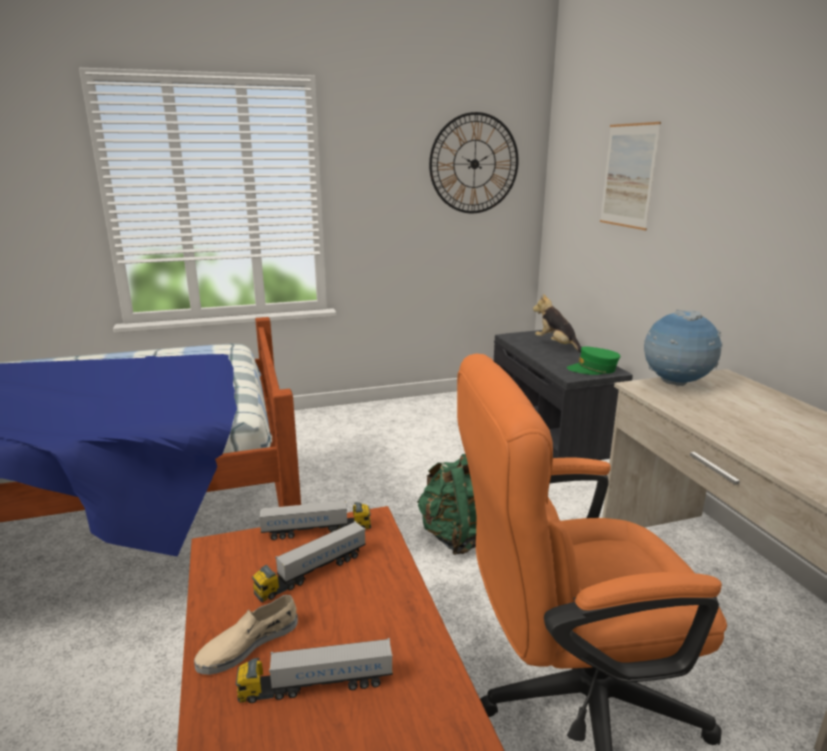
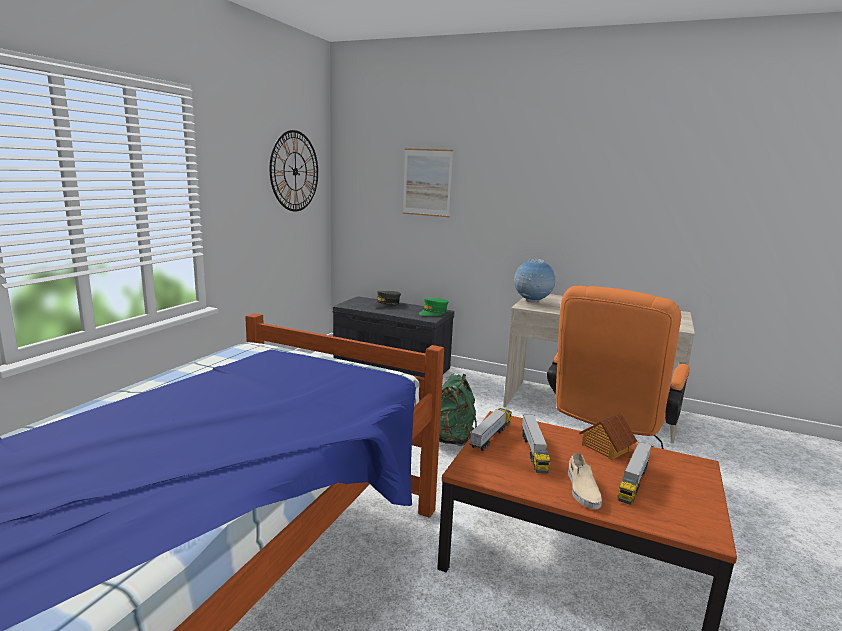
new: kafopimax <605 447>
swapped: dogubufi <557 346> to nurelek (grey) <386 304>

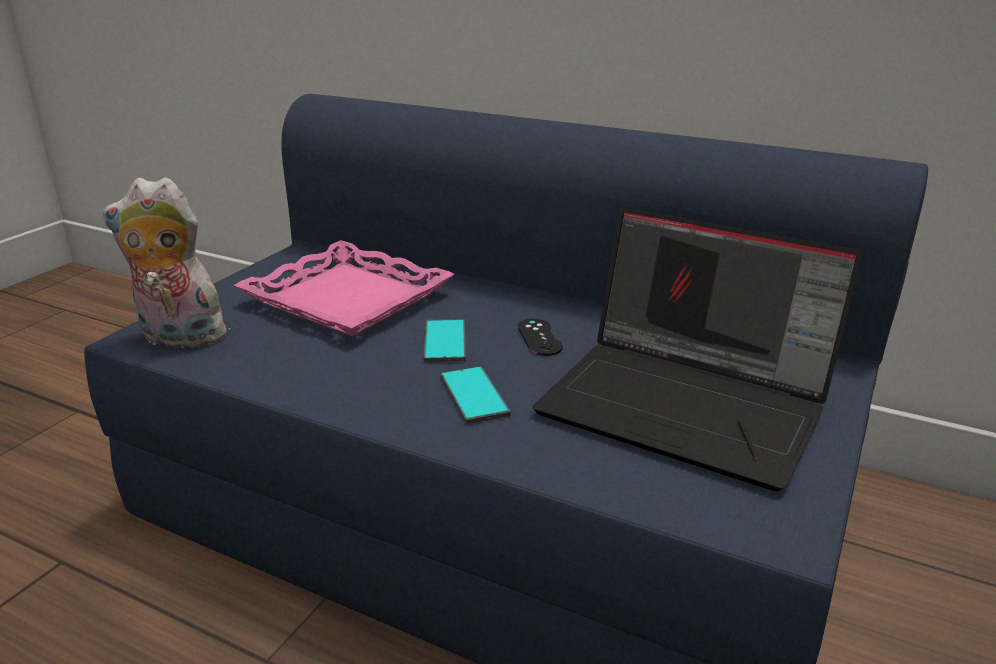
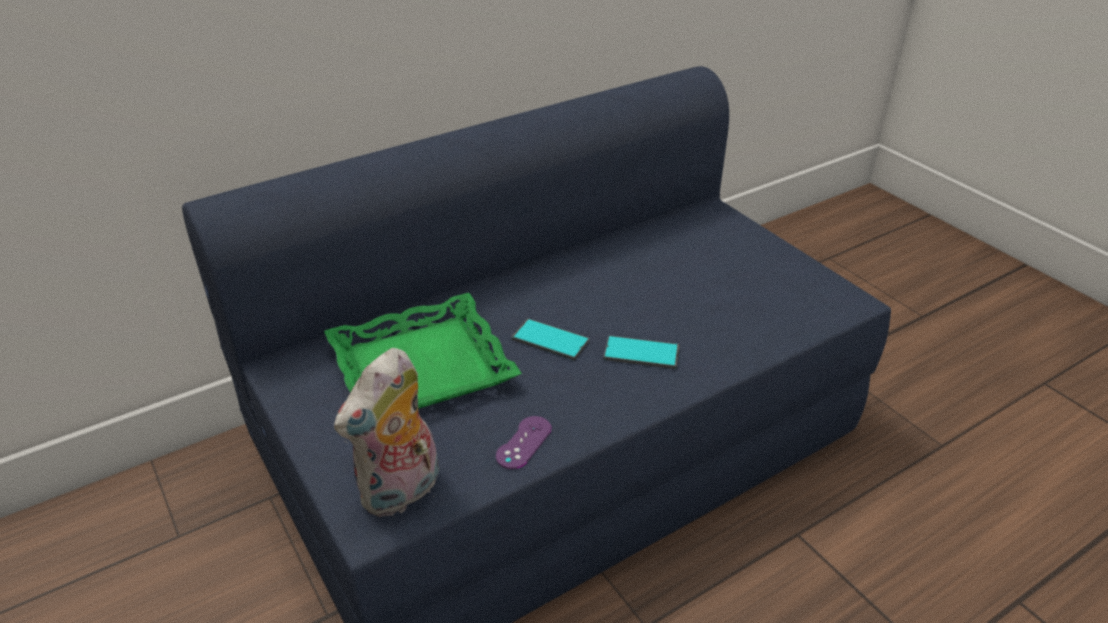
gone: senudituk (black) <539 337>; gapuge <689 404>
new: senudituk (purple) <523 442>
repainted: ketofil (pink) <349 298> to ketofil (green) <421 366>

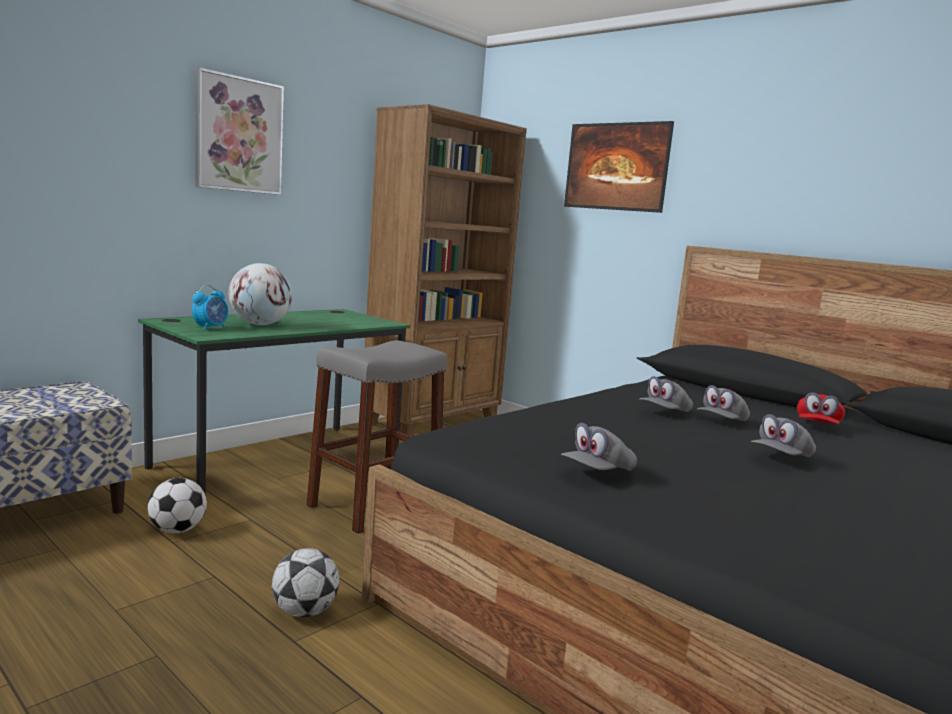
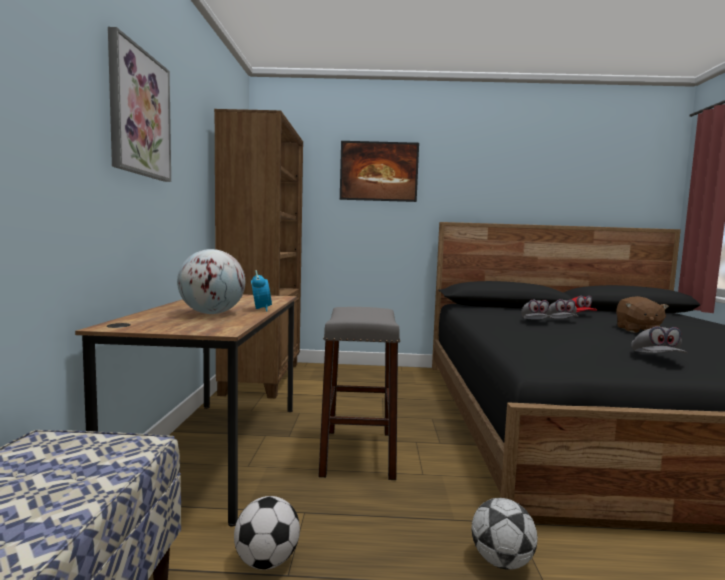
shifted: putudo <210 328> to <261 309>
swapped: nurelek (grey) <781 458> to dogubufi (brown) <637 330>
repainted: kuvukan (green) <279 461> to kuvukan (brown) <216 450>

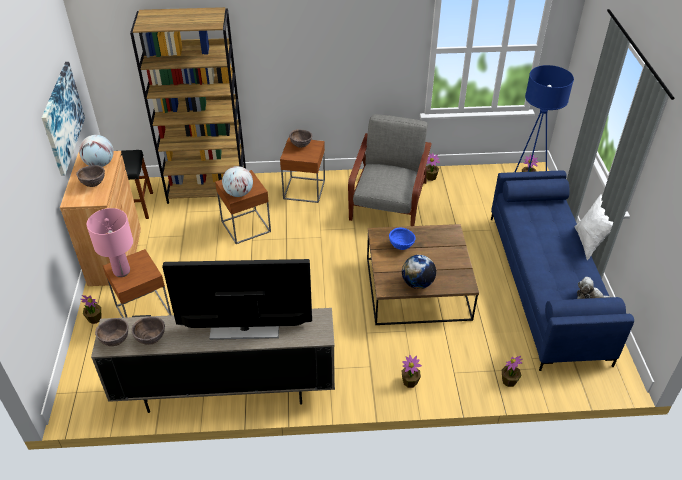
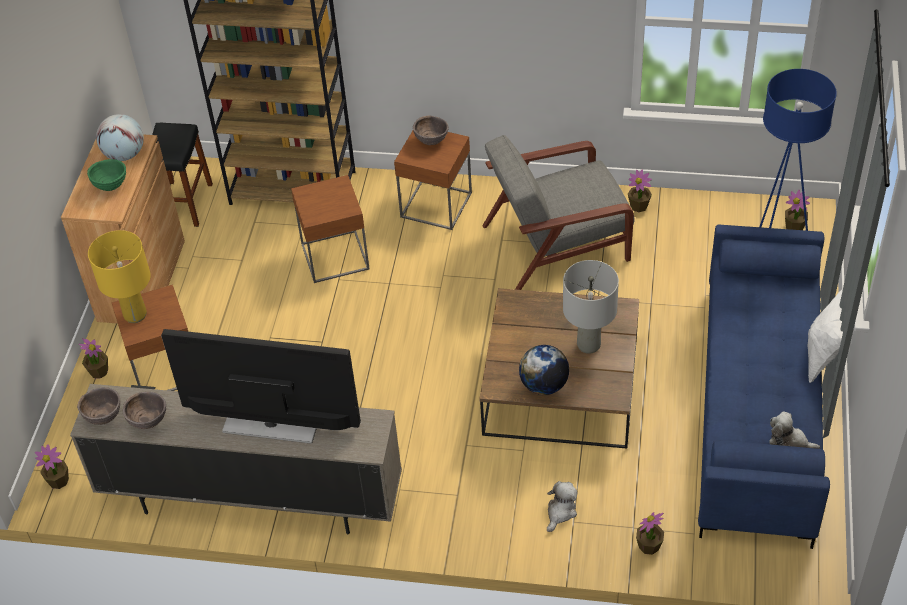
gone: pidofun <62 117>; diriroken <239 193>; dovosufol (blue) <401 247>
new: dogubufi <560 512>; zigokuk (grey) <588 345>
shifted: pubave <410 382> to <59 481>
repainted: dovosufol (brown) <94 184> to dovosufol (green) <111 186>; zigokuk (pink) <121 272> to zigokuk (yellow) <135 315>
rotated: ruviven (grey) <388 202> = <558 241> 135 degrees counterclockwise

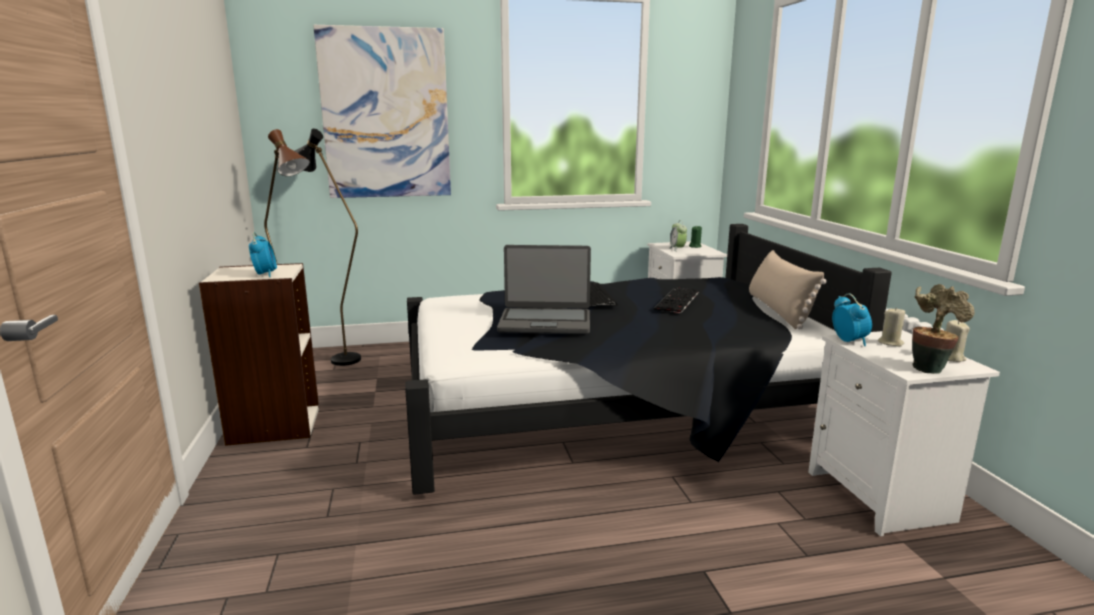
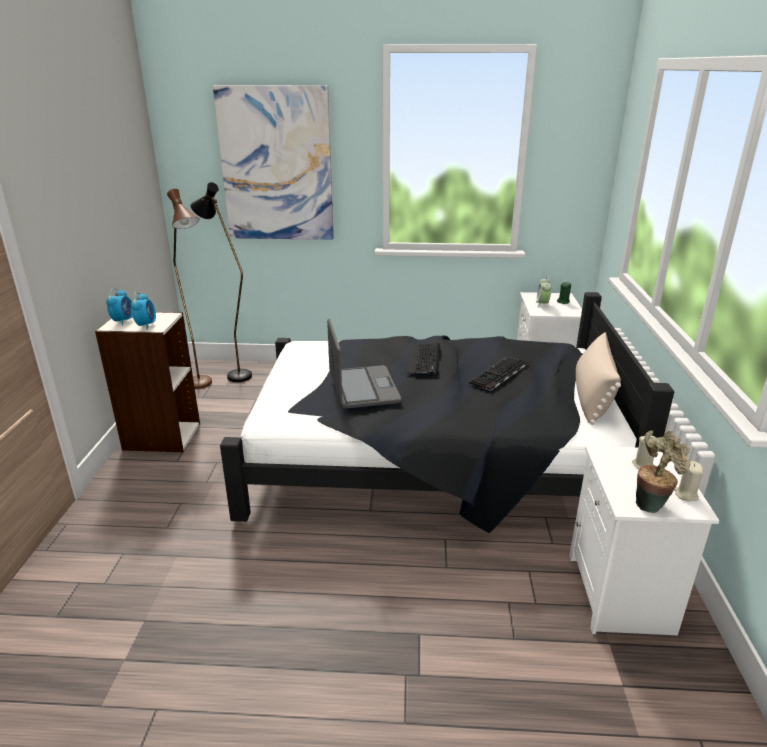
shifted: putudo <849 341> to <123 321>
rotated: gapuge <545 322> = <362 388> 120 degrees counterclockwise

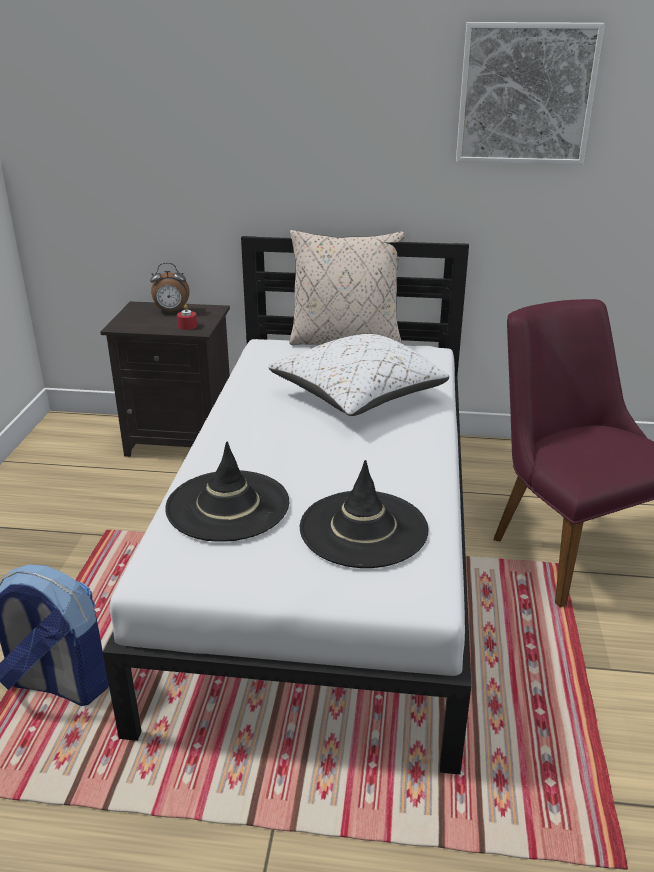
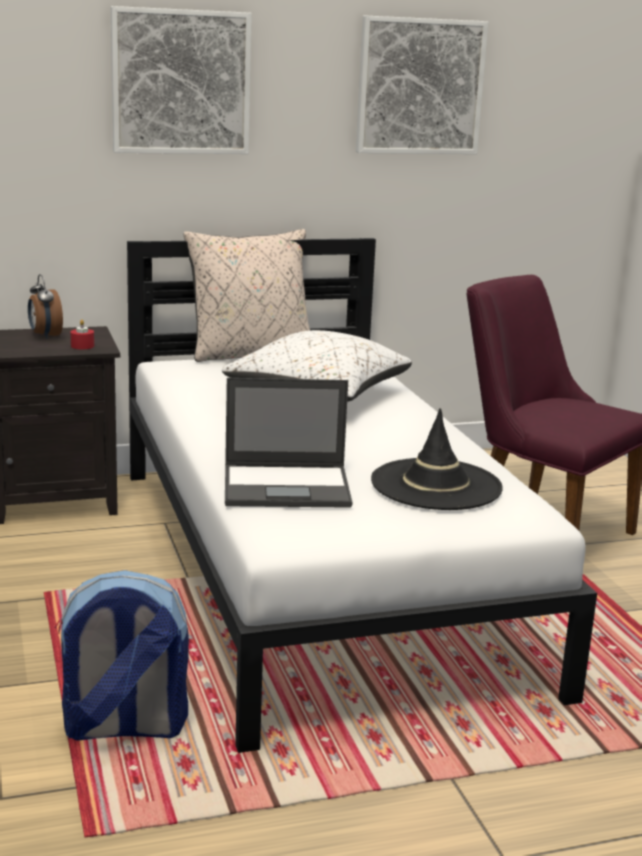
new: pidofun <180 82>
swapped: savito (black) <228 505> to gapuge <288 487>
rotated: putudo <171 311> = <45 336> 90 degrees clockwise

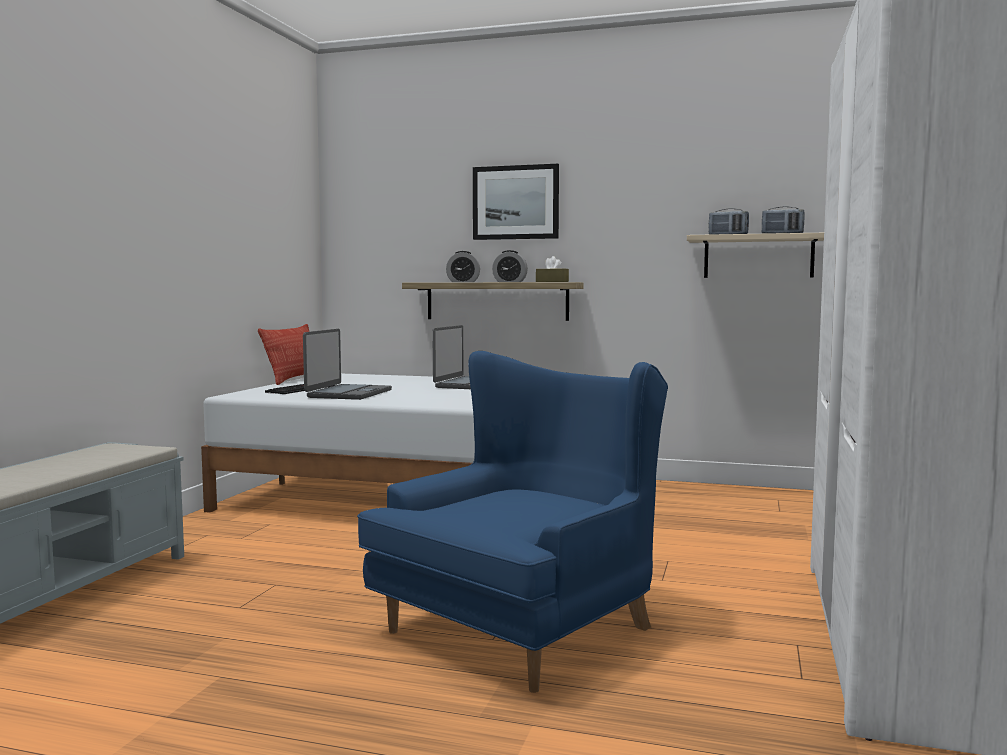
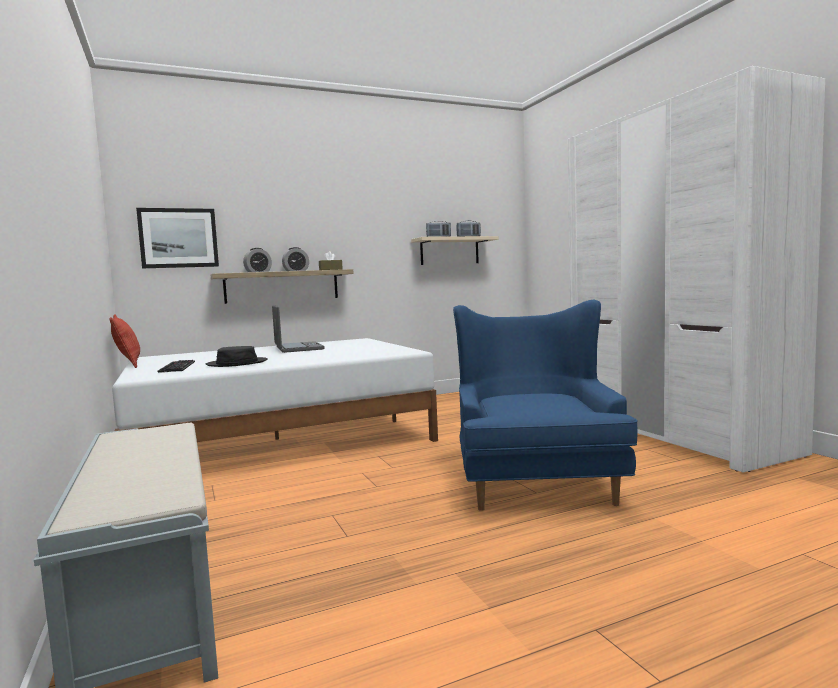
shifted: pidofun <515 202> to <178 238>
swapped: gapuge <348 394> to savito (black) <237 363>

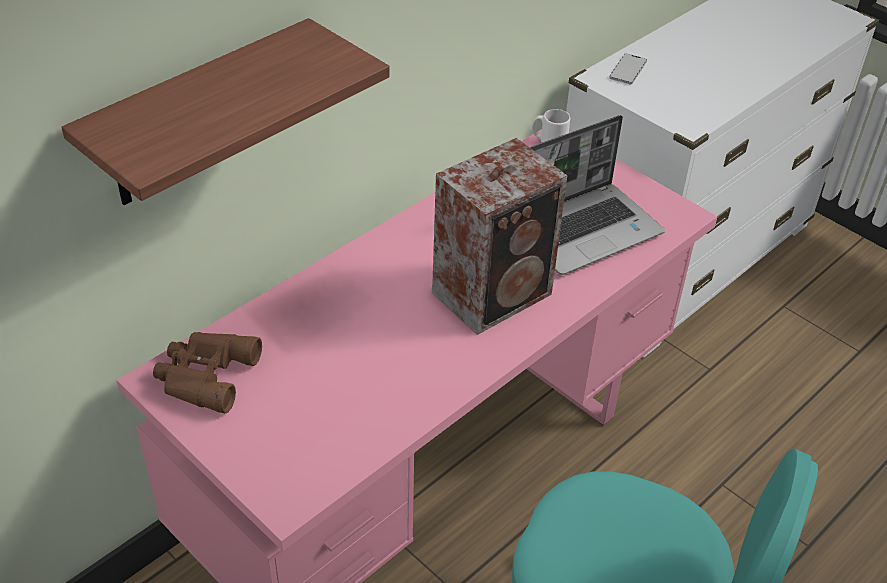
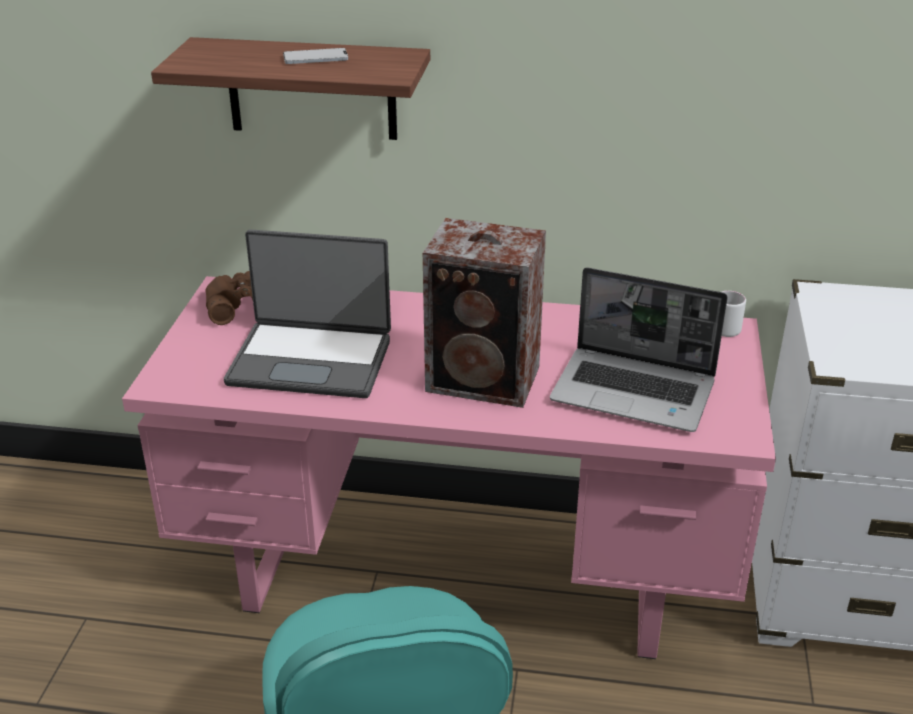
new: gapuge <311 360>
shifted: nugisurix <628 70> to <315 58>

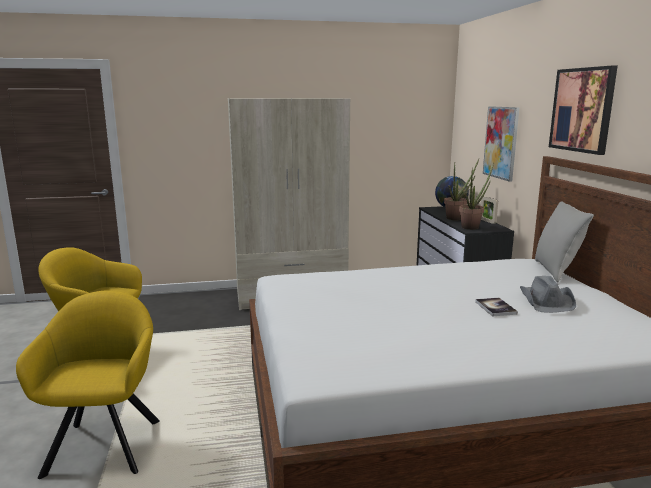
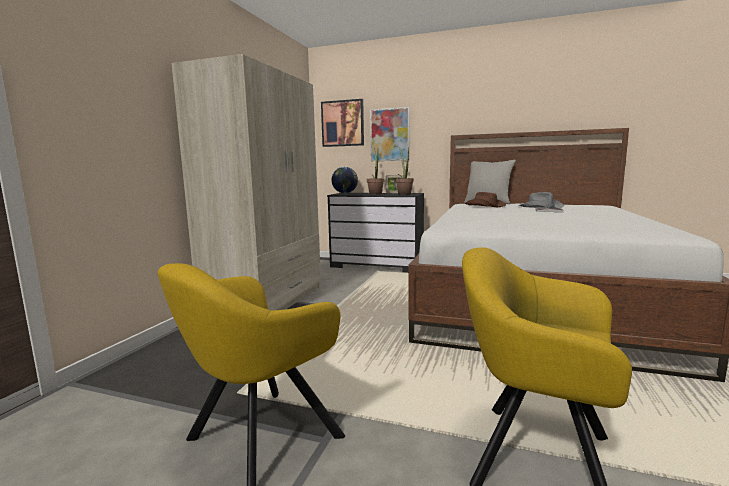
new: savito (brown) <485 206>
shifted: pidofun <582 110> to <342 123>

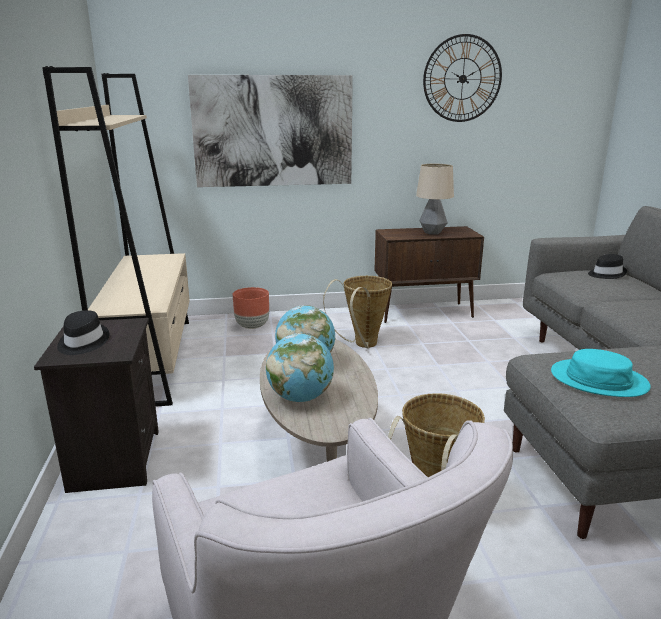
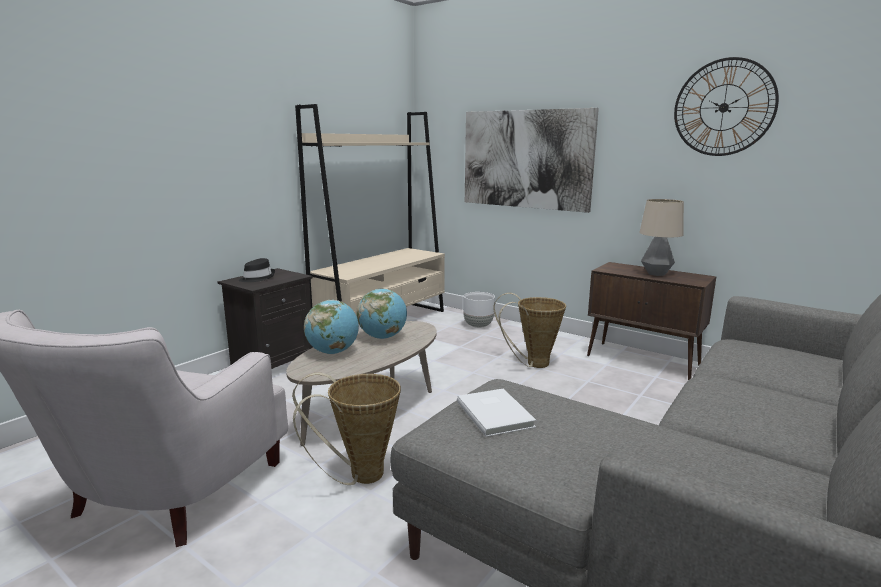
gone: savito (black) <606 274>
swapped: savito (turquoise) <598 380> to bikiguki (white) <496 413>
repainted: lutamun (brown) <252 326> to lutamun (white) <478 326>

